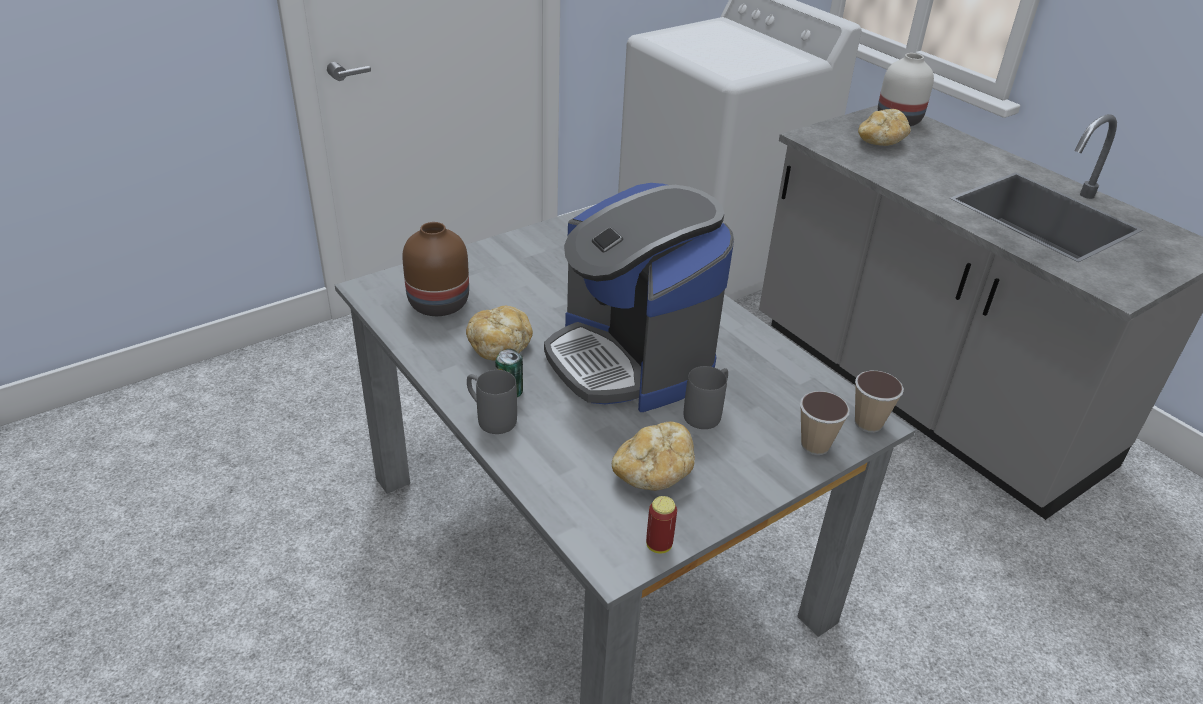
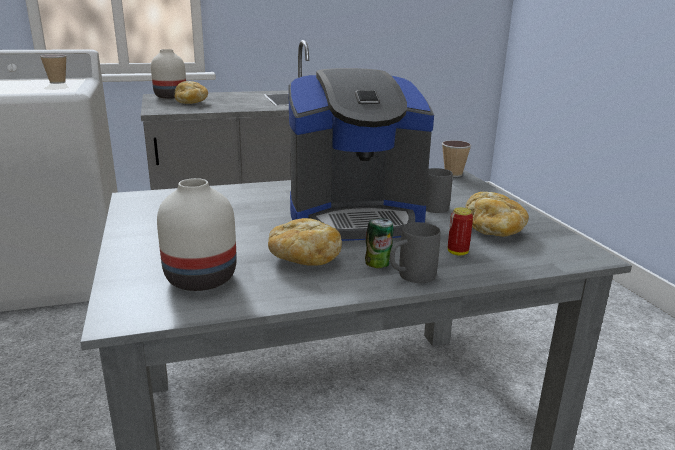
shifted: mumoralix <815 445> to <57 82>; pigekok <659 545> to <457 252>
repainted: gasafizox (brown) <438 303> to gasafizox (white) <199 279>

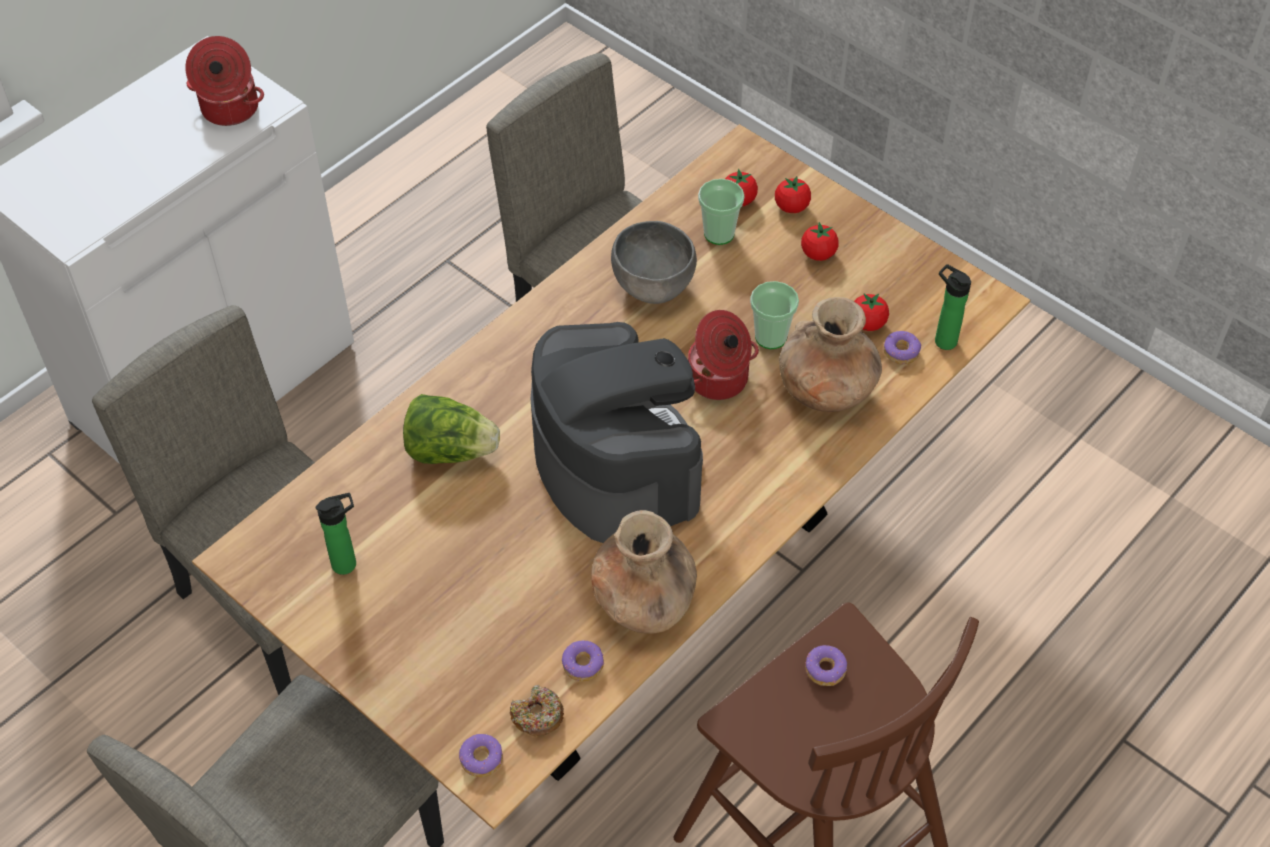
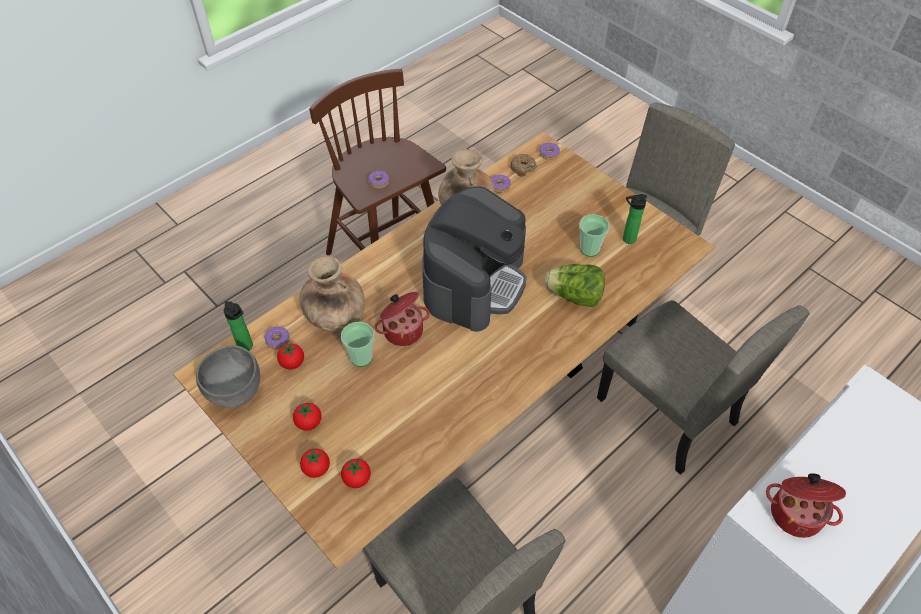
shifted: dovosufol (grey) <653 288> to <235 391>; mumoralix <719 234> to <589 249>
rotated: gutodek <615 464> = <474 282> 135 degrees counterclockwise

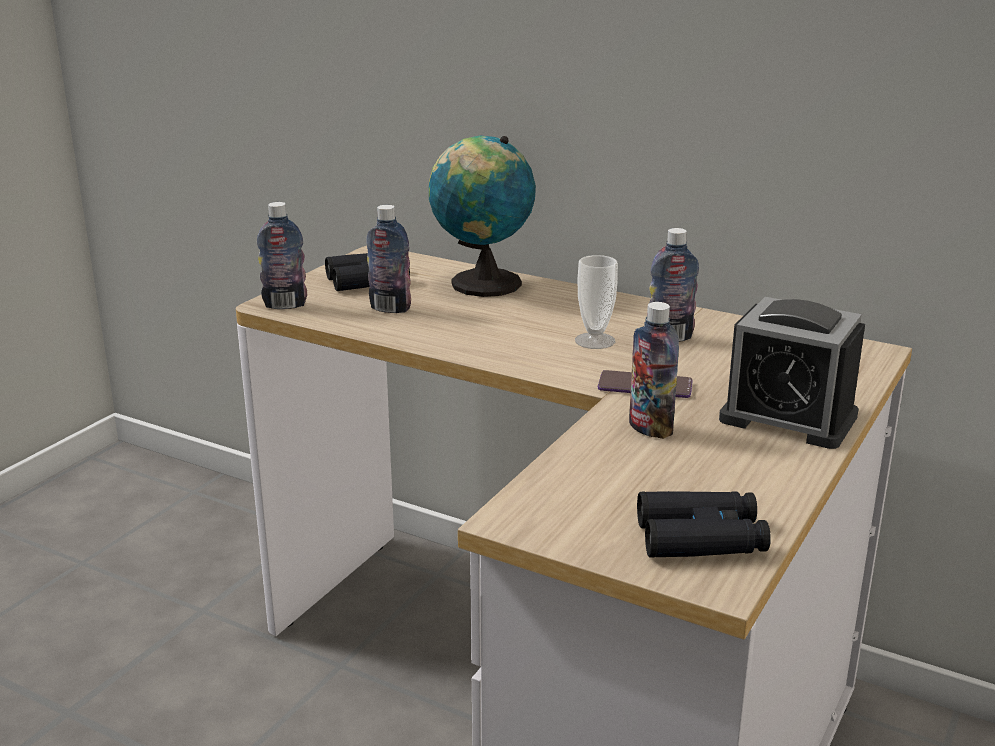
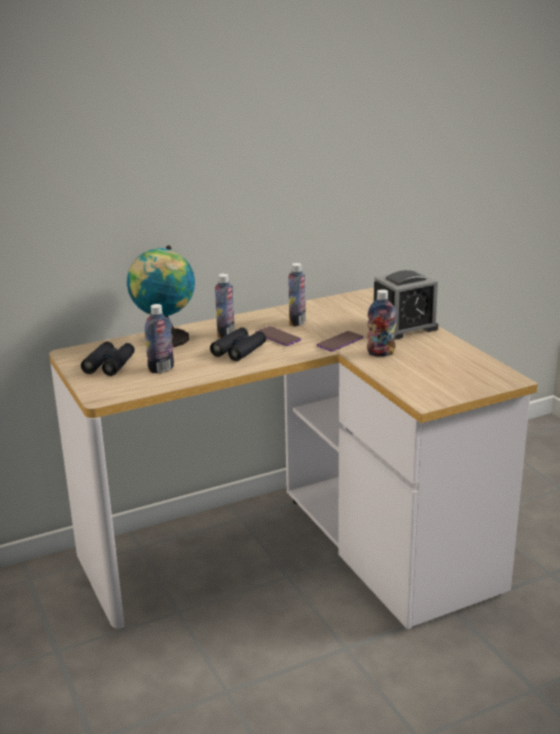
shifted: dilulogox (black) <701 538> to <239 350>; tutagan <285 305> to <226 334>
swapped: mumoralix <595 341> to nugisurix <278 337>

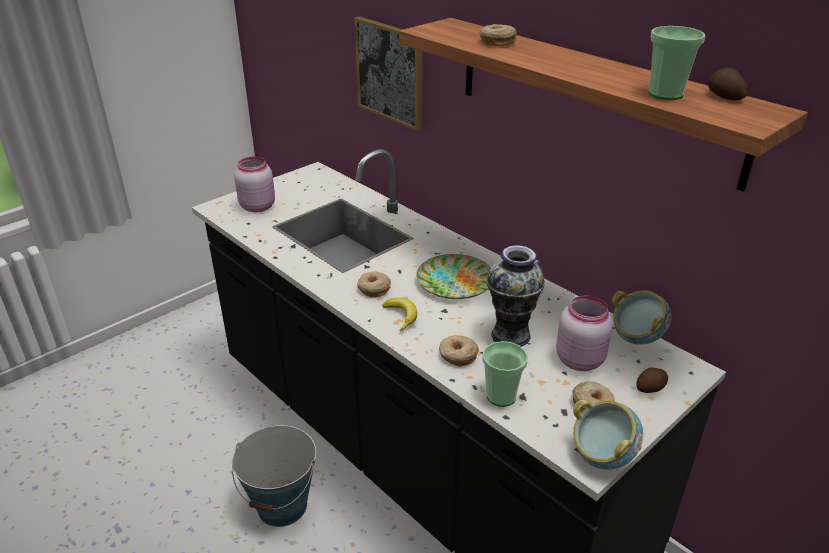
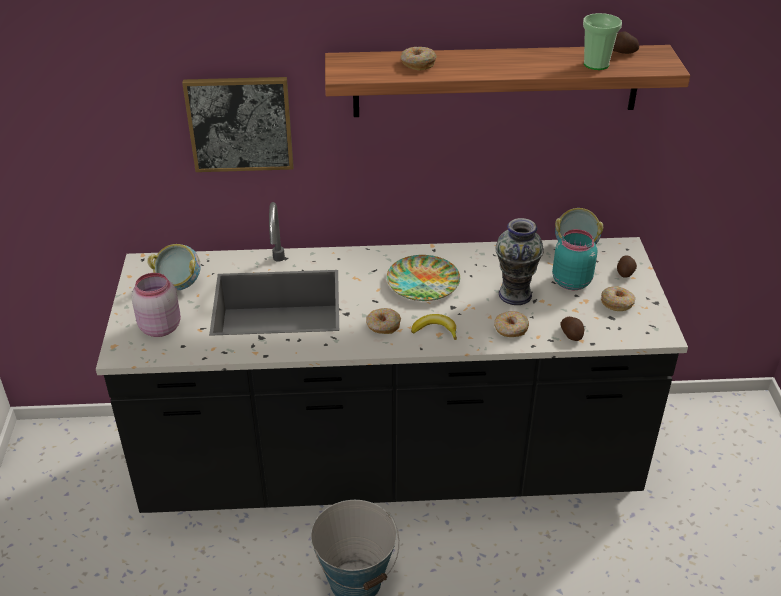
shifted: dovosufol <601 456> to <179 285>
swapped: mumoralix <501 396> to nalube <571 334>
repainted: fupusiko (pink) <580 359> to fupusiko (turquoise) <570 281>

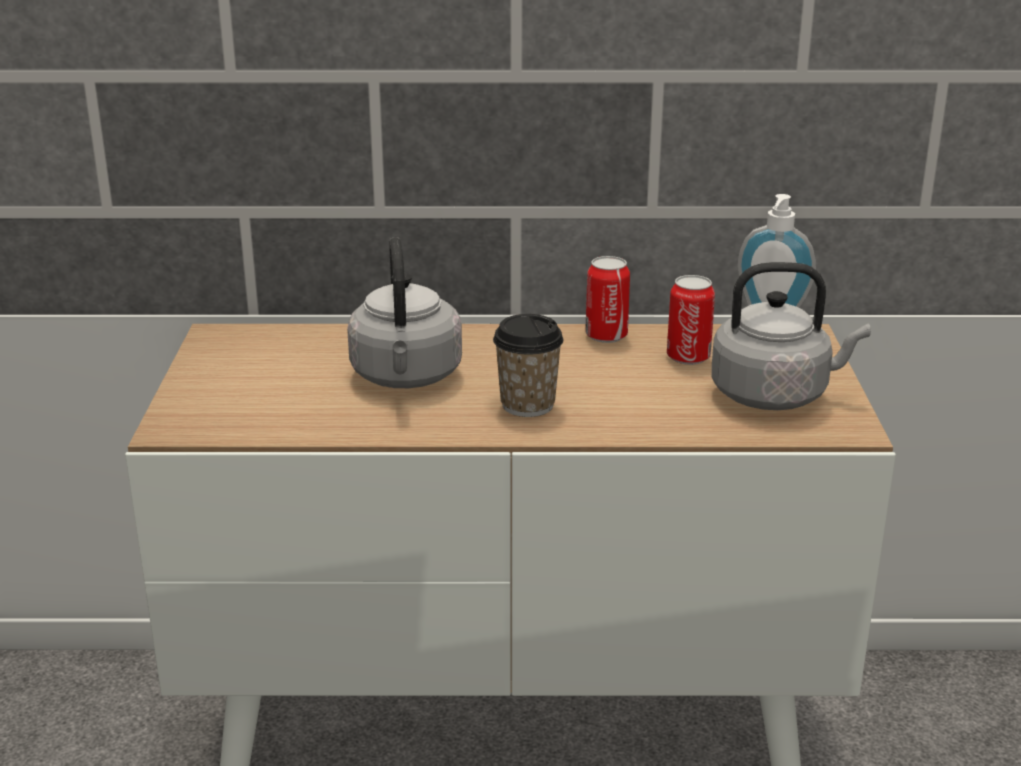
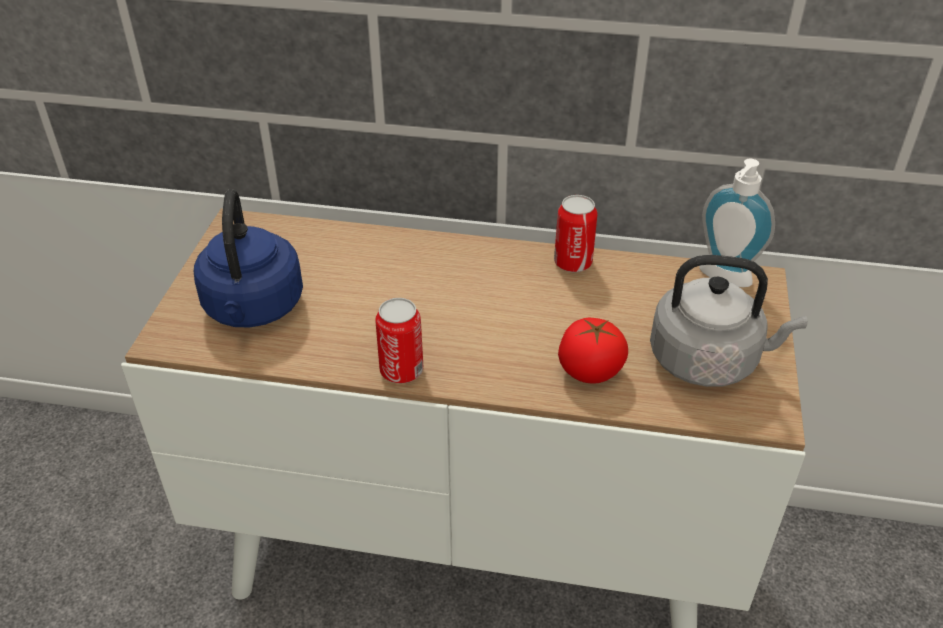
gone: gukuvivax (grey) <406 378>; mumoralix <527 405>
new: gukuvivax (blue) <253 309>; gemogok <590 370>
shifted: pigekok <688 357> to <401 370>

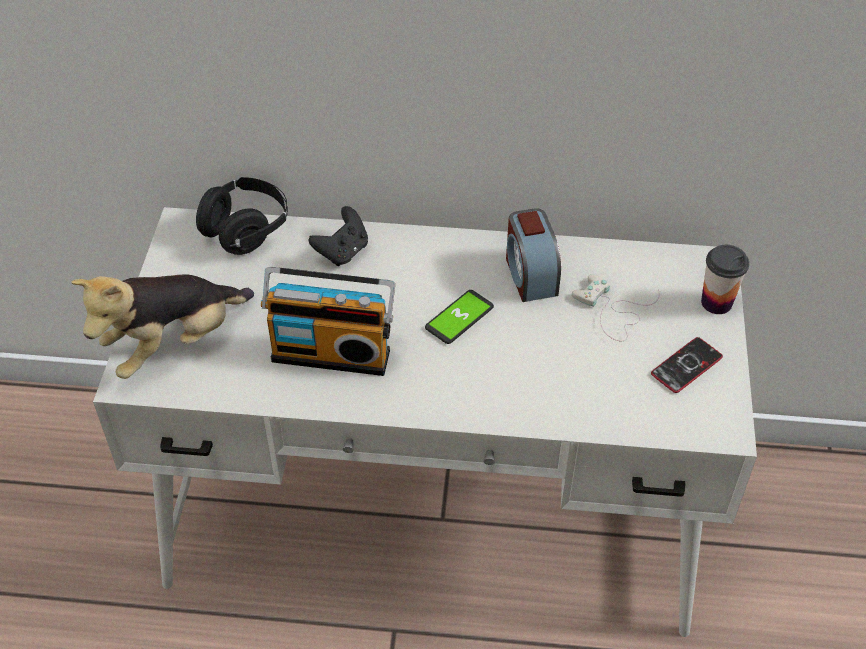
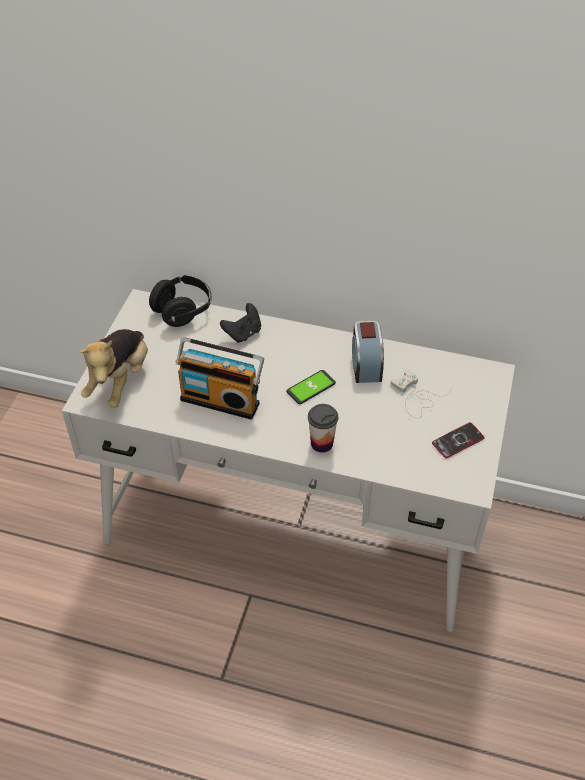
shifted: mumoralix <716 302> to <321 443>
rotated: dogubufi <174 344> = <120 380> 45 degrees counterclockwise

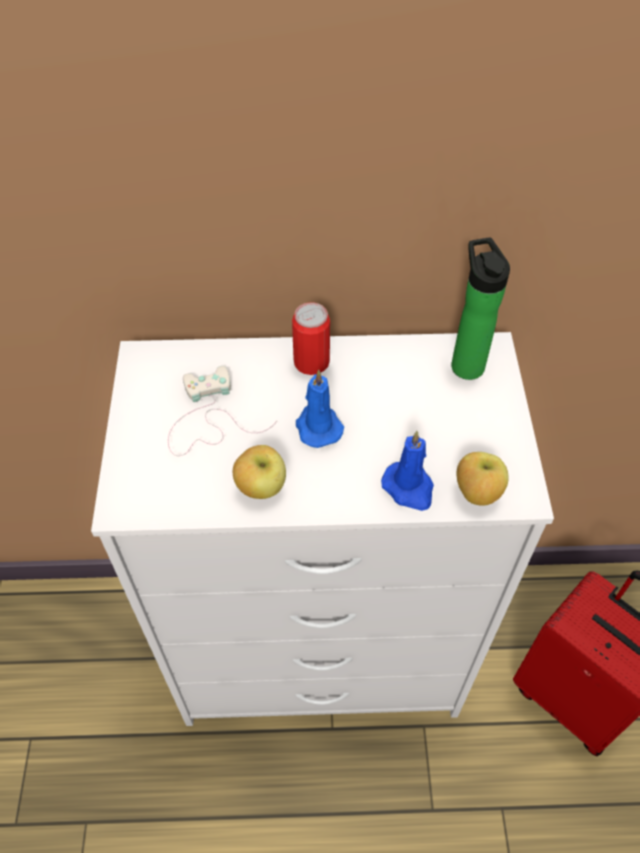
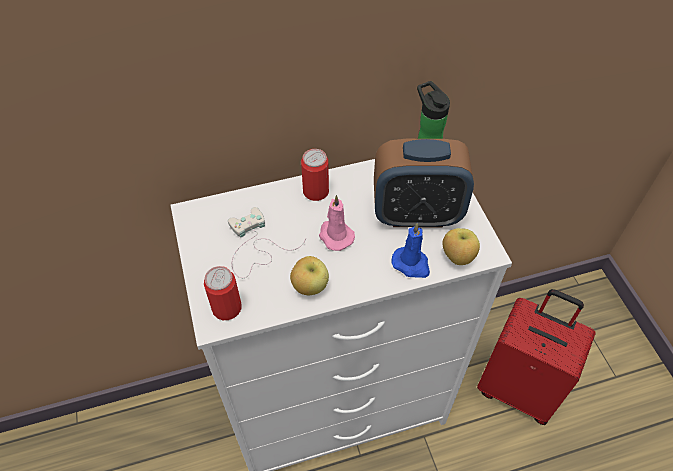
new: pigekok <226 308>; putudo <416 214>
repainted: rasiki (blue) <317 426> to rasiki (pink) <335 235>

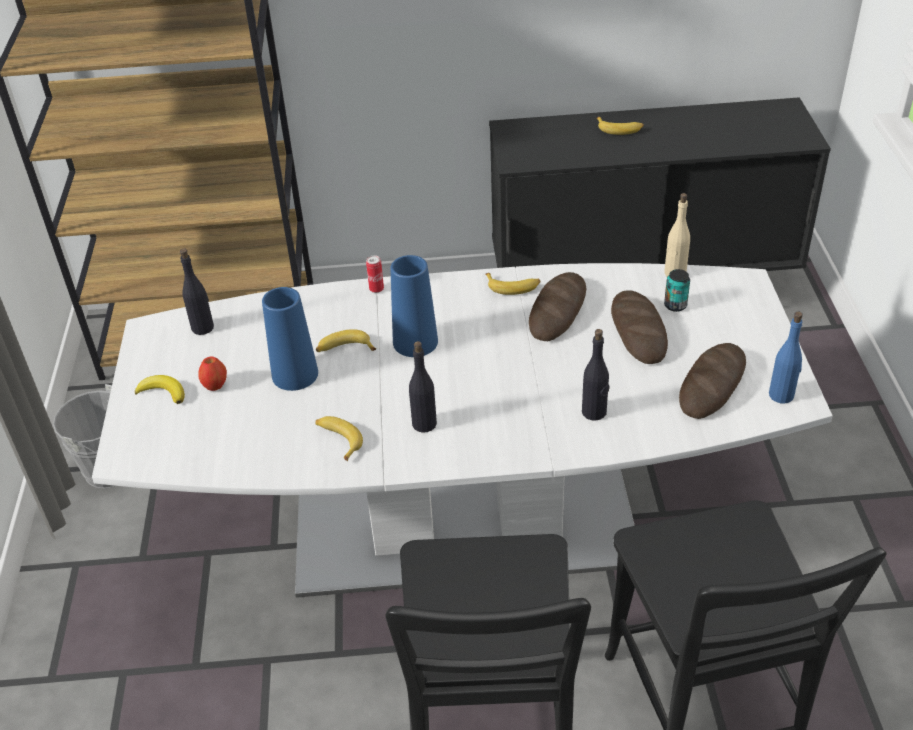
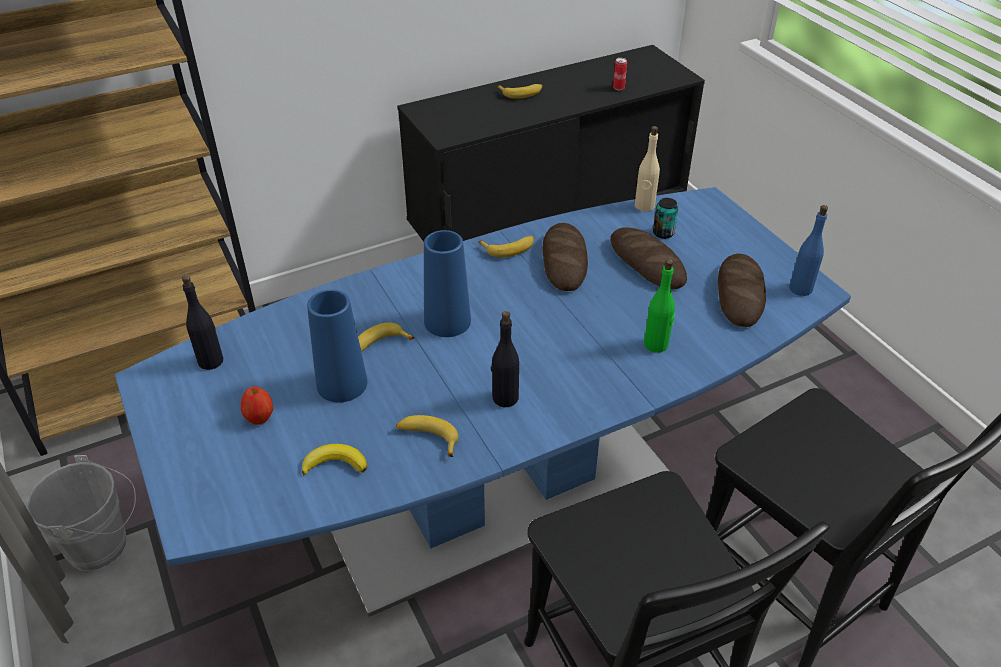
shifted: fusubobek <163 392> to <335 463>; pigekok <376 289> to <618 88>
repainted: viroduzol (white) <466 527> to viroduzol (blue) <501 494>; tutagan (black) <594 412> to tutagan (green) <656 344>

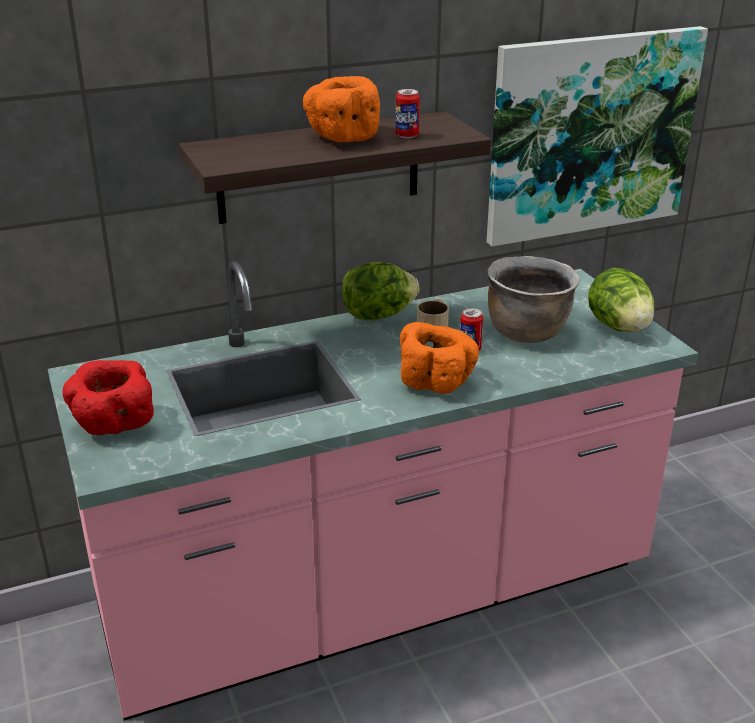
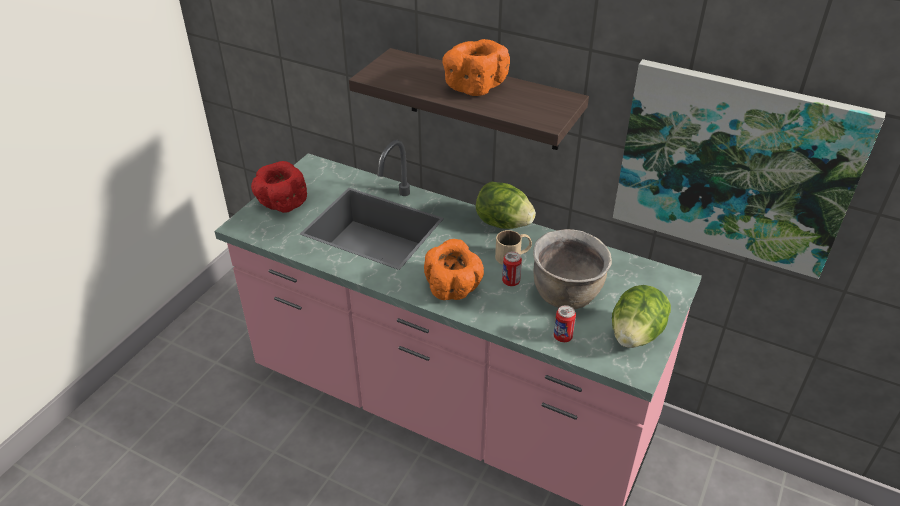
shifted: pigekok <407 136> to <563 337>

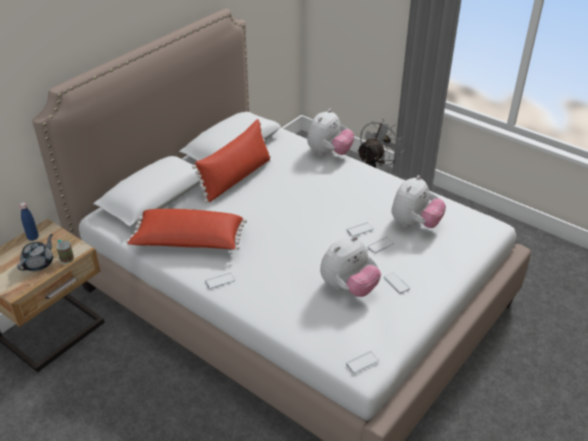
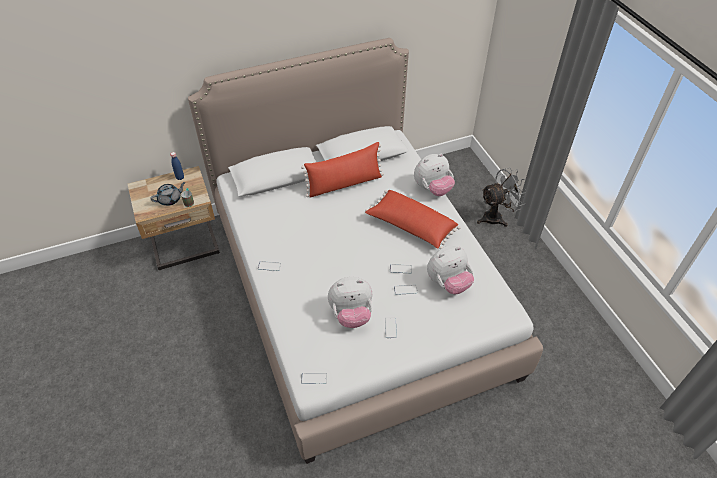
shifted: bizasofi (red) <188 242> to <410 226>

